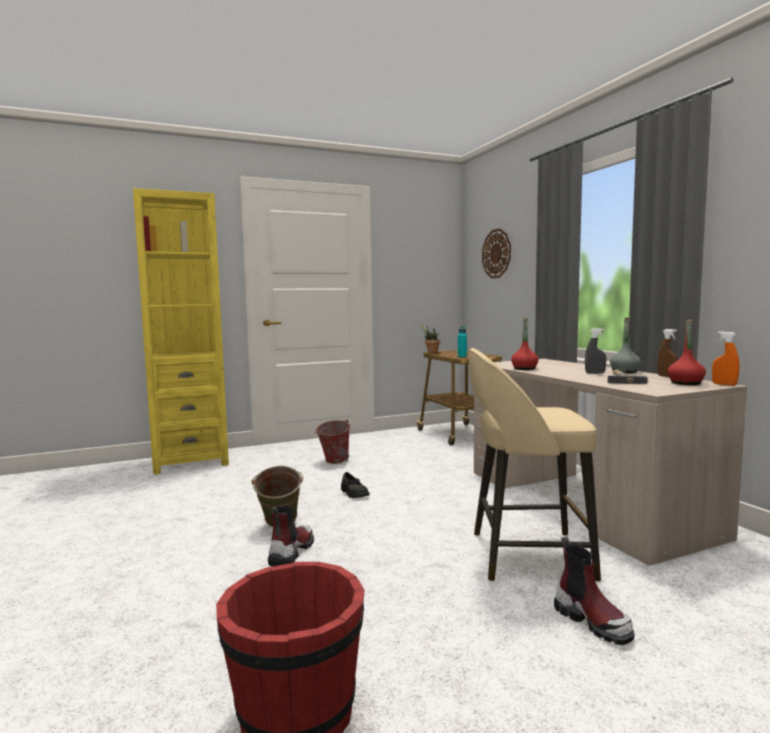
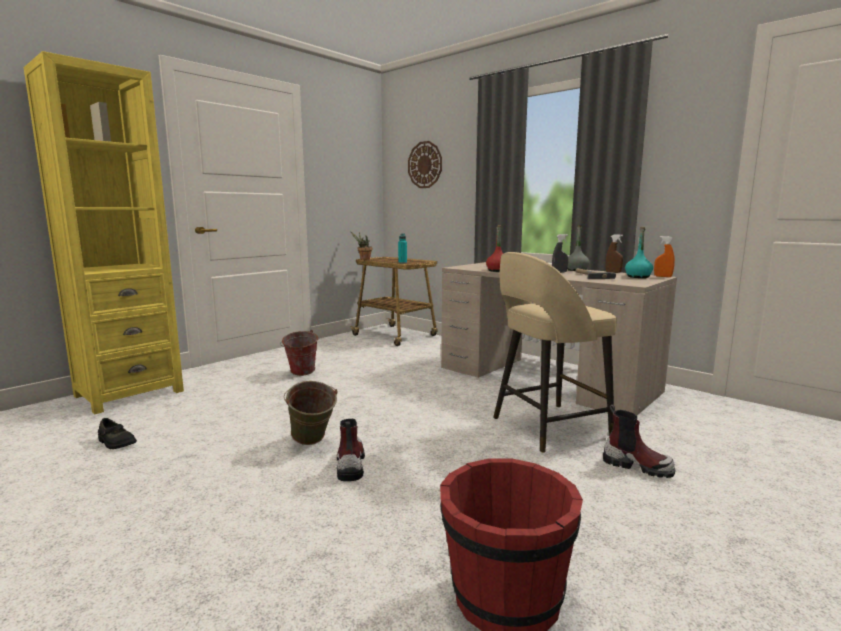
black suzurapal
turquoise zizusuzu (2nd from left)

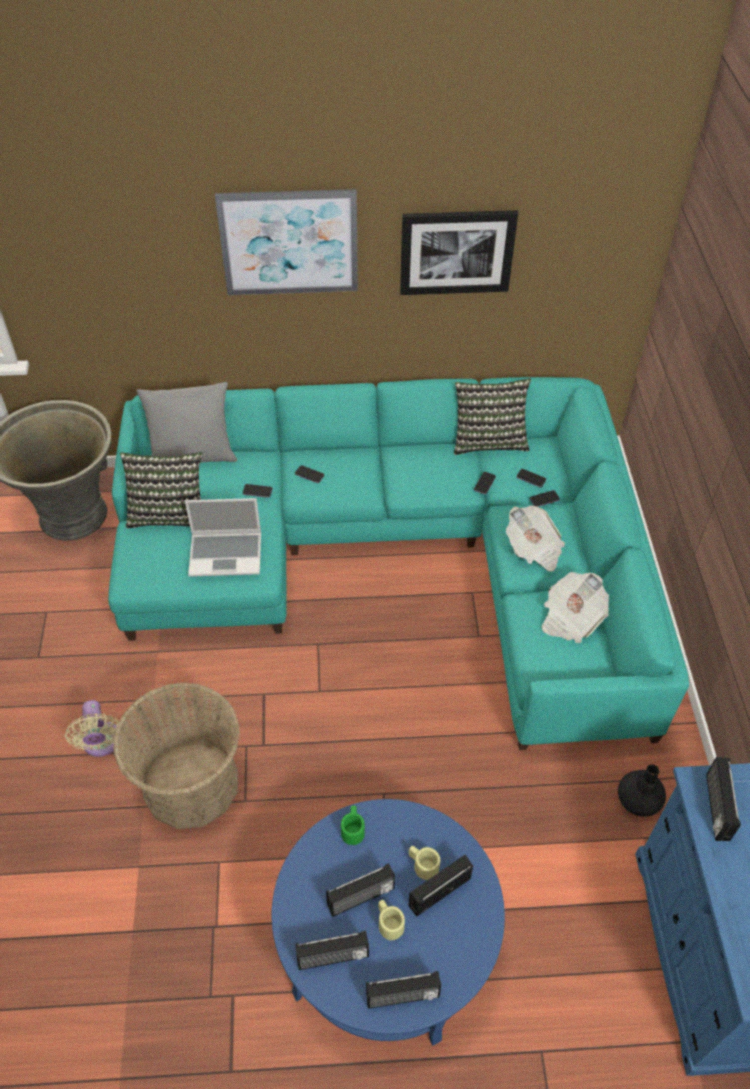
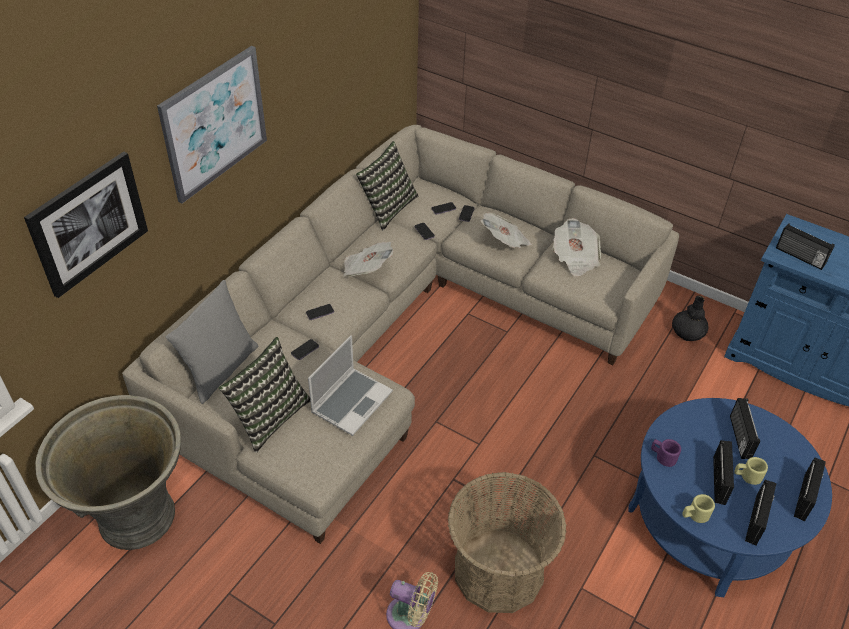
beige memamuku
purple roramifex
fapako (1st from left)
beige roramifex (1st from left)
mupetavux (1st from left)

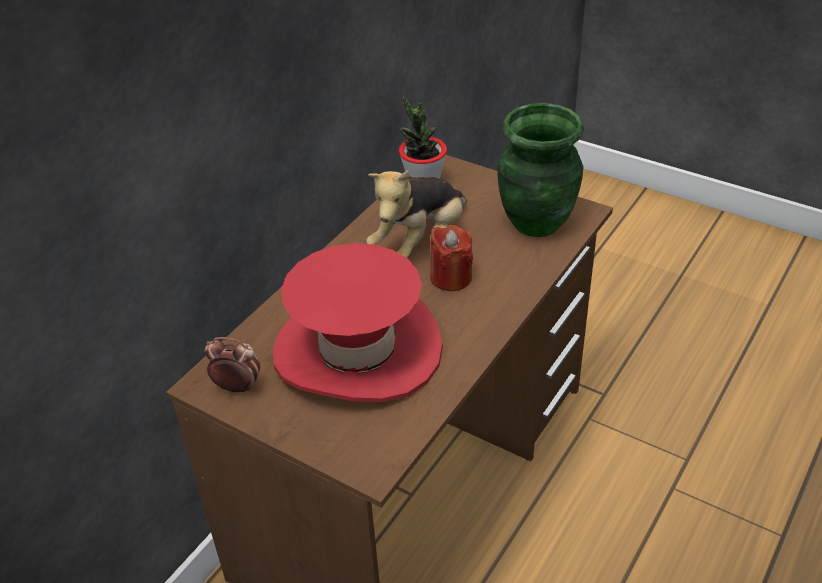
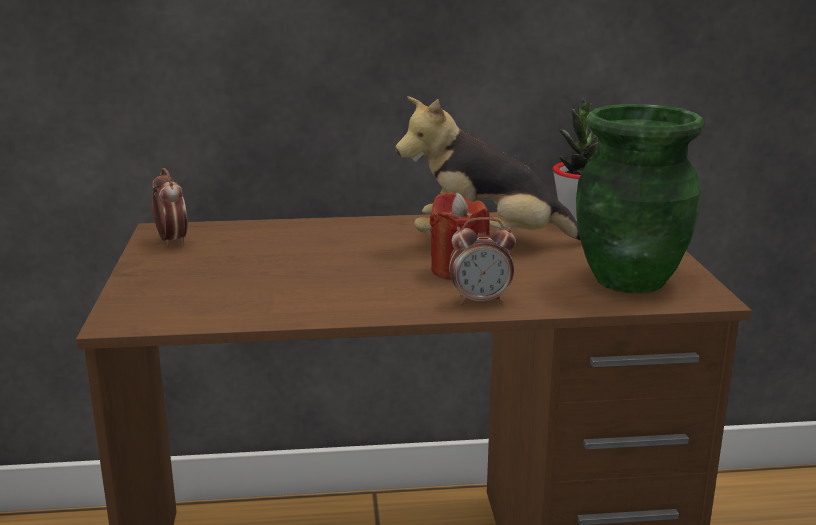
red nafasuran
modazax (2nd from left)

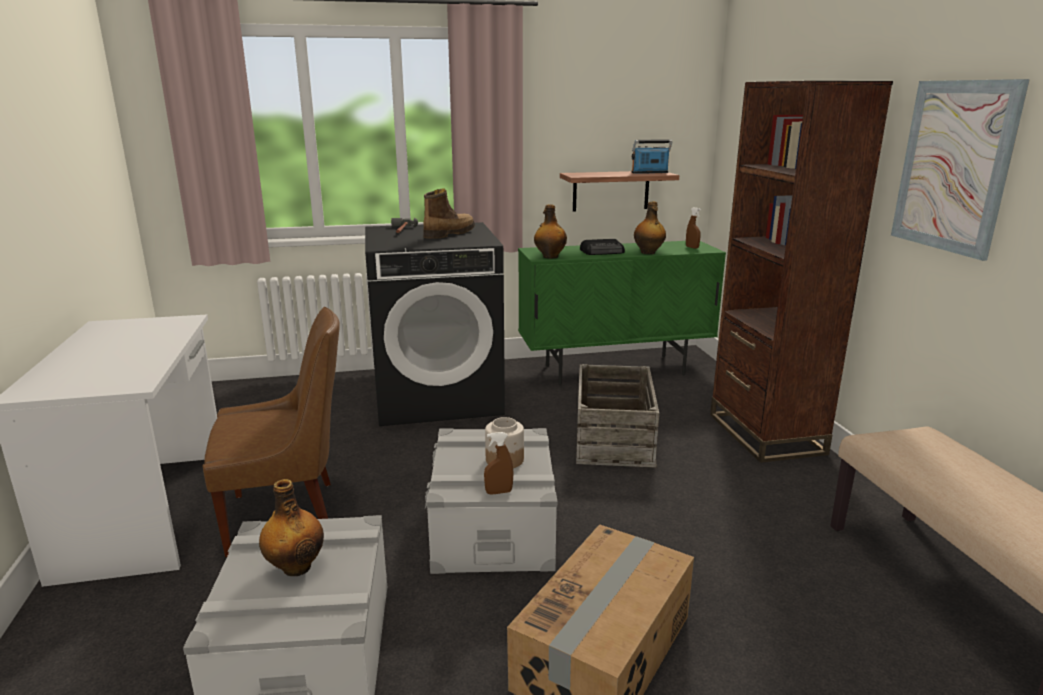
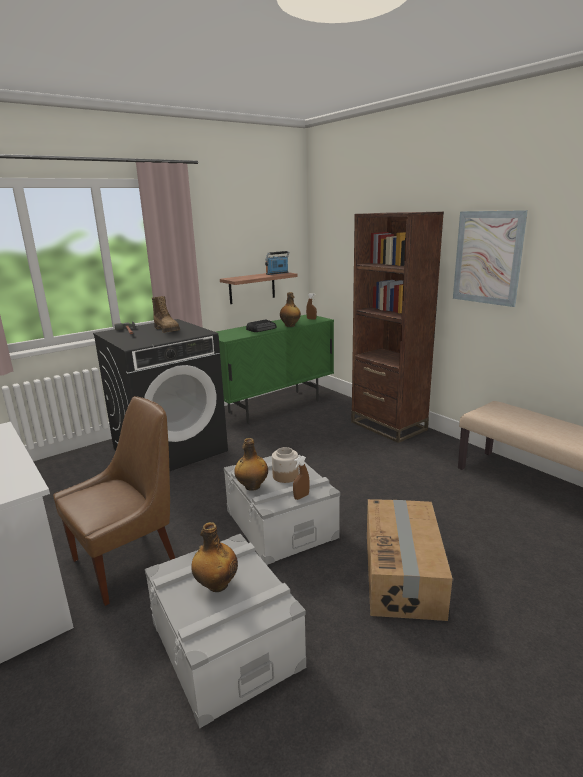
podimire
zizusuzu (2nd from left)
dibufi

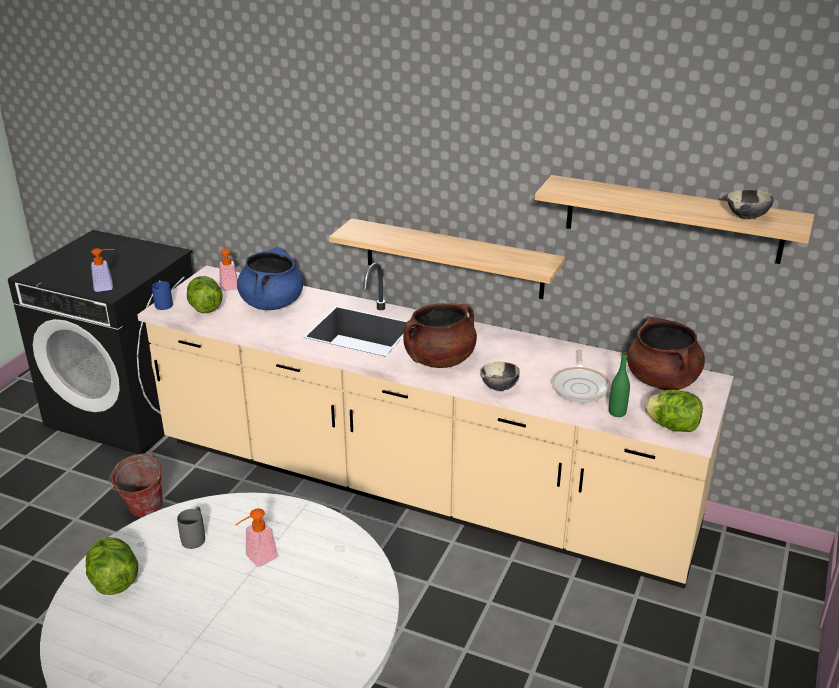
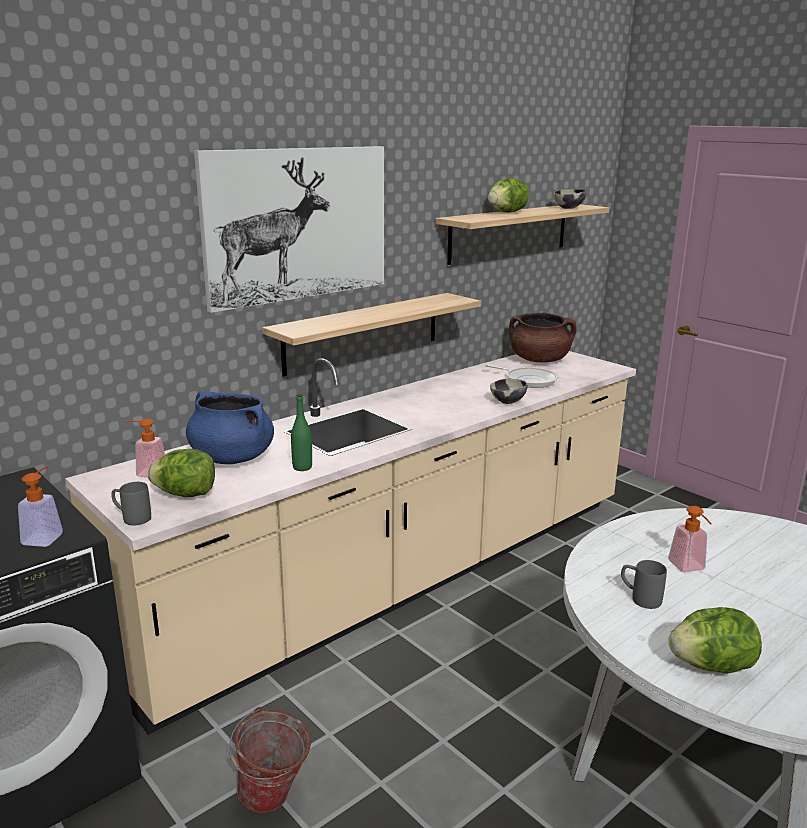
grey roramifex (1st from left)
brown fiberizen (1st from left in the first image)
green zizusuzu
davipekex (2nd from left)
fapako

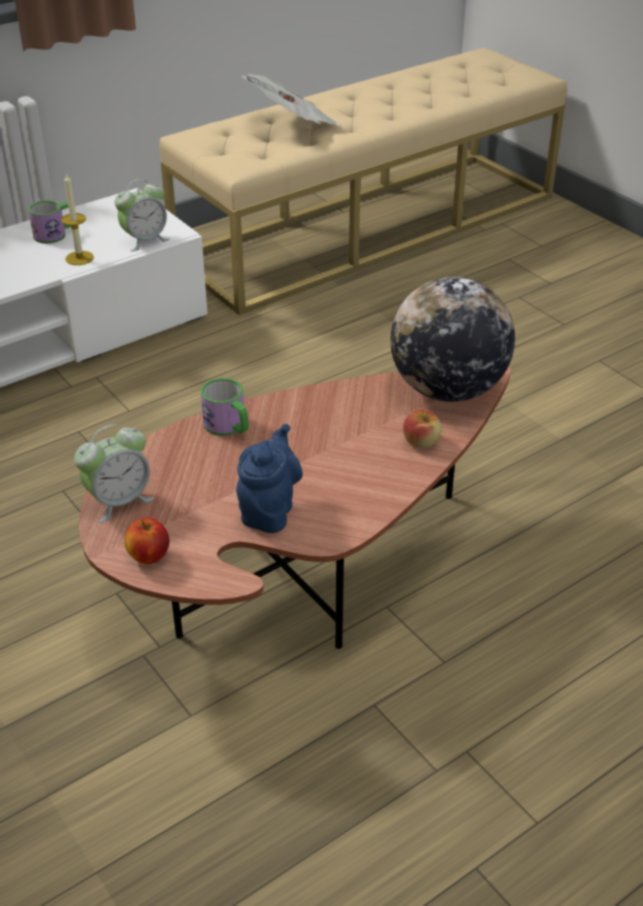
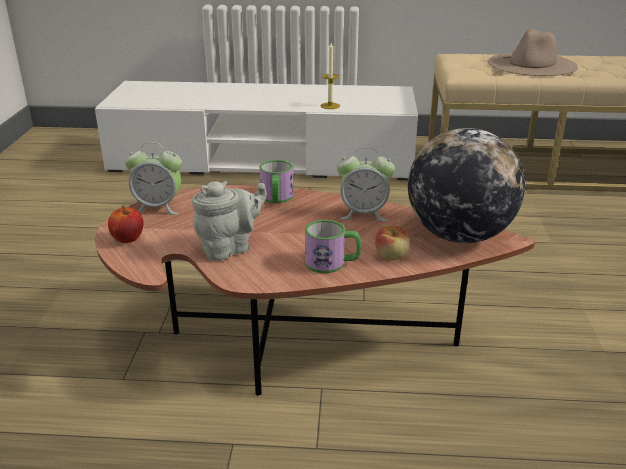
roramifex (2nd from left)
modazax (2nd from left)
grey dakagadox
beige nafasuran

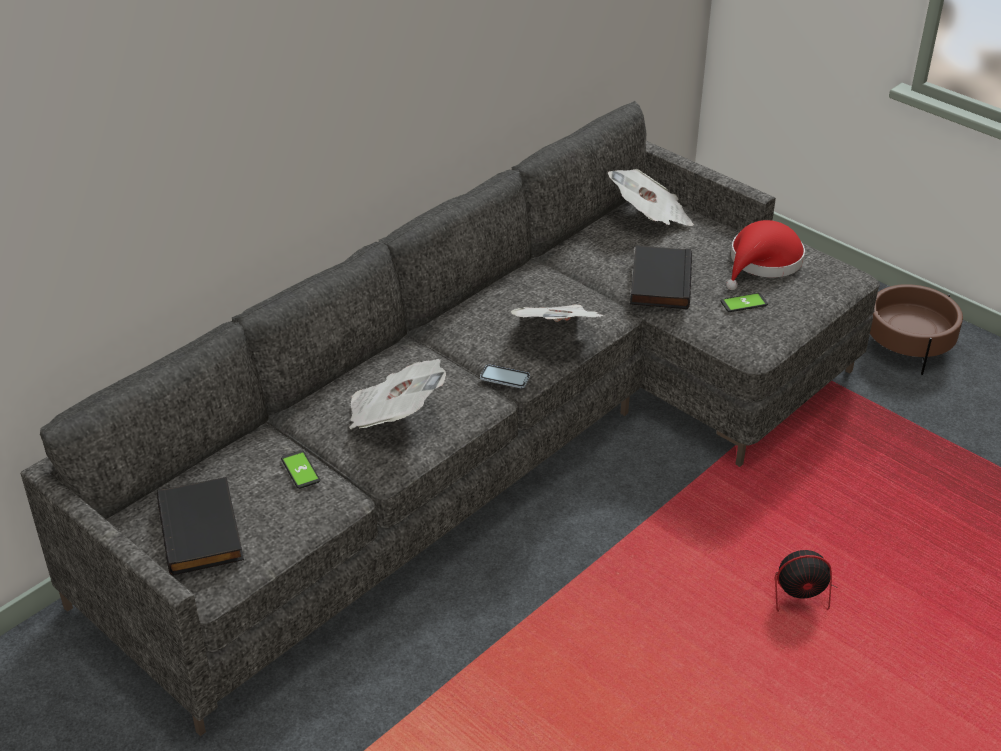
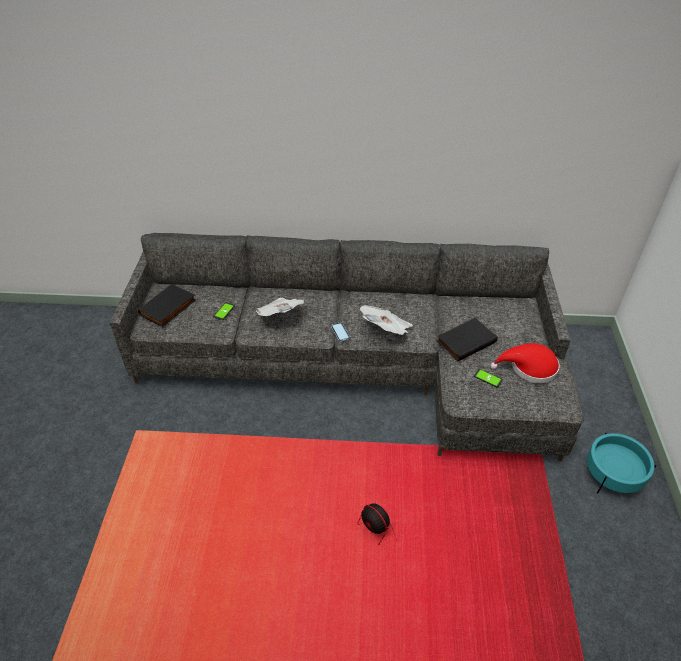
mupetavux (3rd from left in the first image)
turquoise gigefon

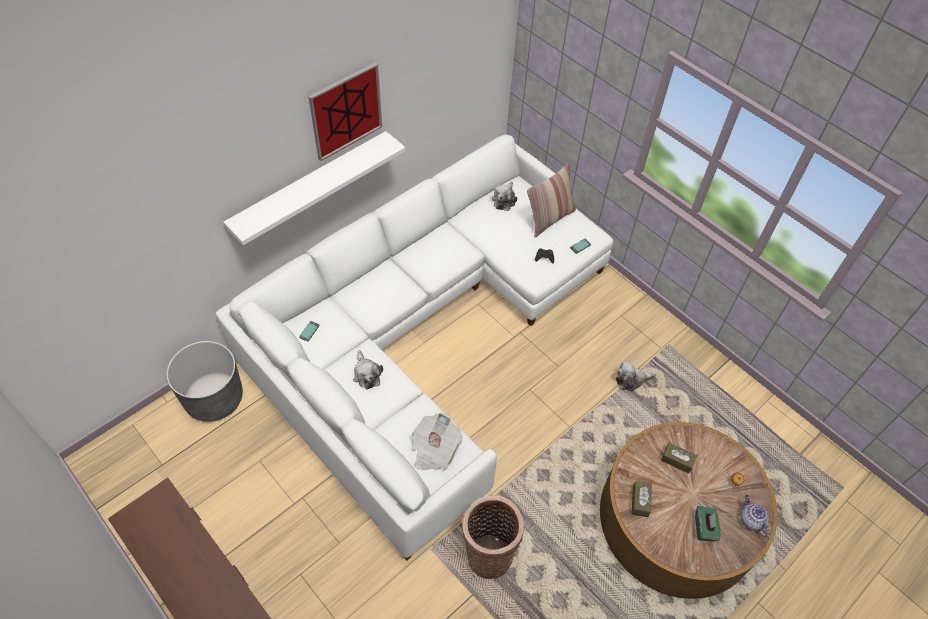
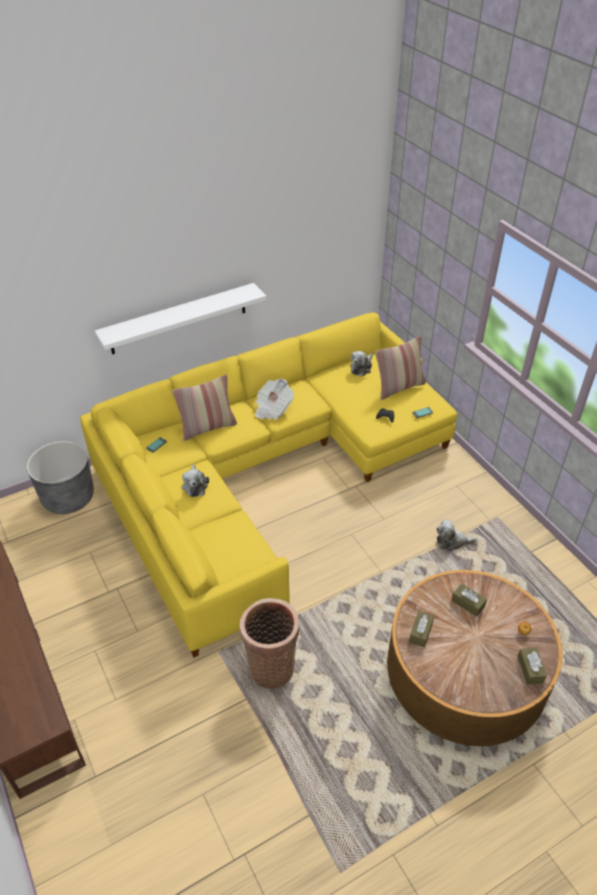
yellow memamuku
fapako
mupetavux
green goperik
brown goperik (3rd from left)
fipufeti (1st from left)

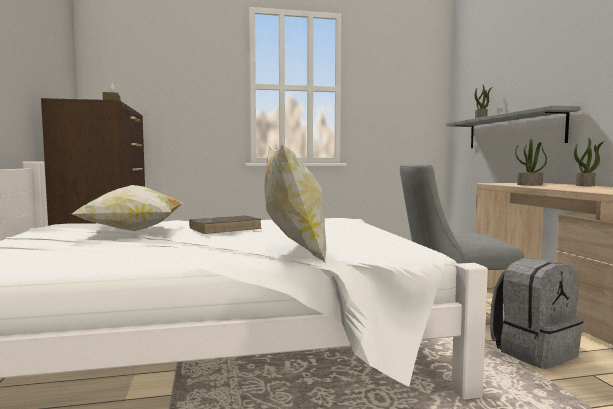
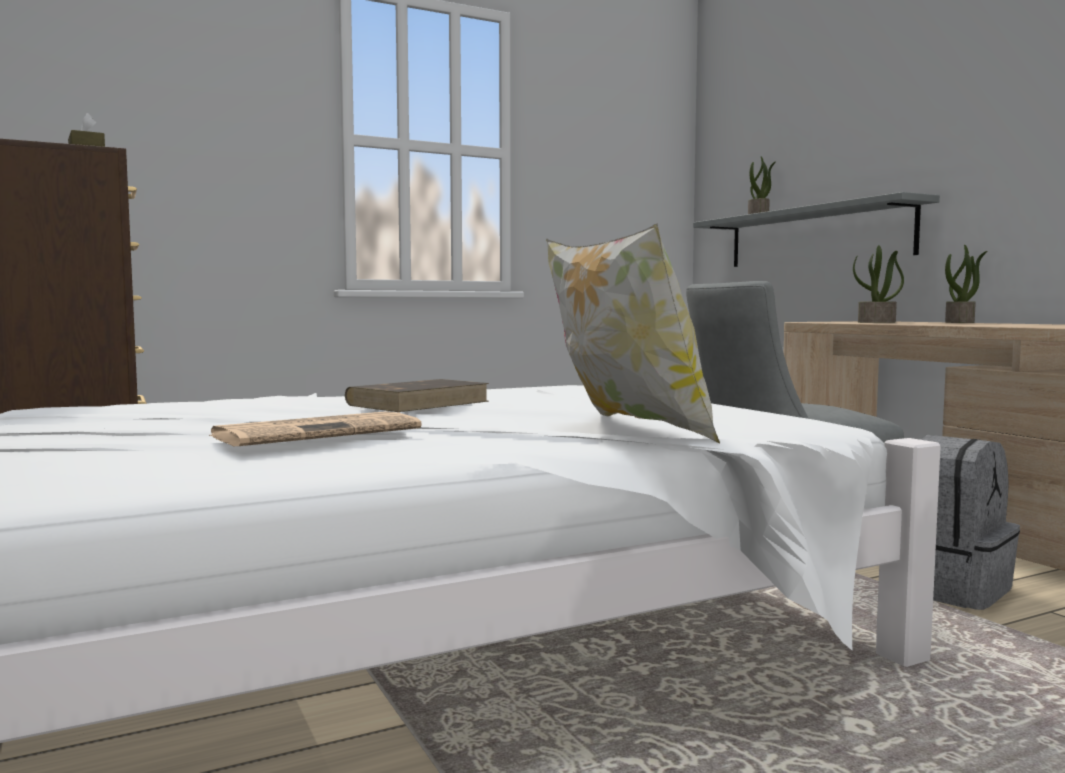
fipufeti (1st from left in the first image)
mupetavux

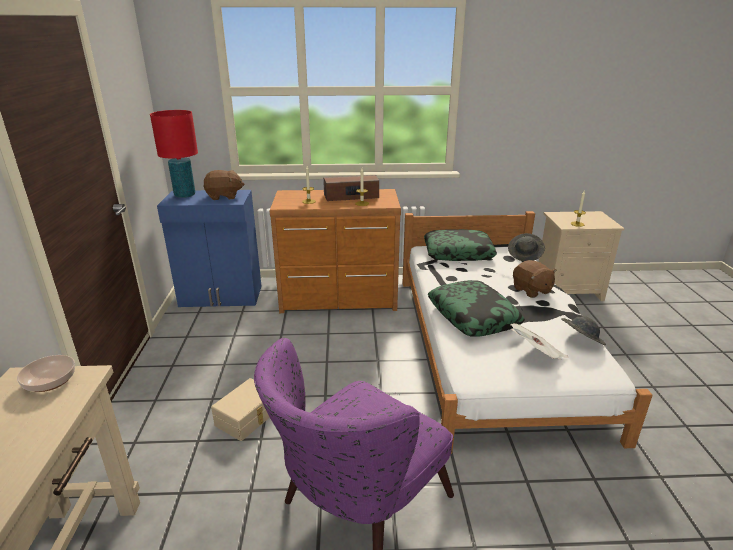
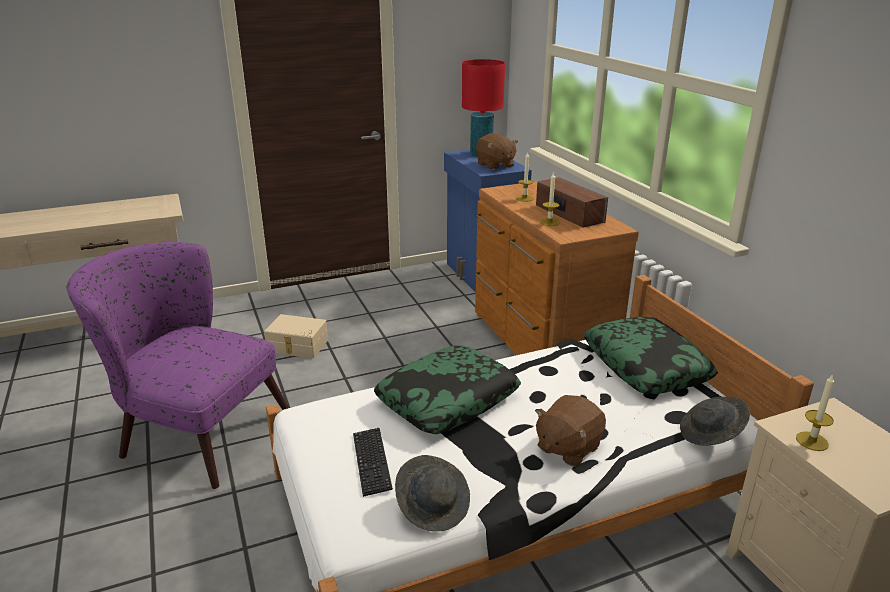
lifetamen
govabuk

